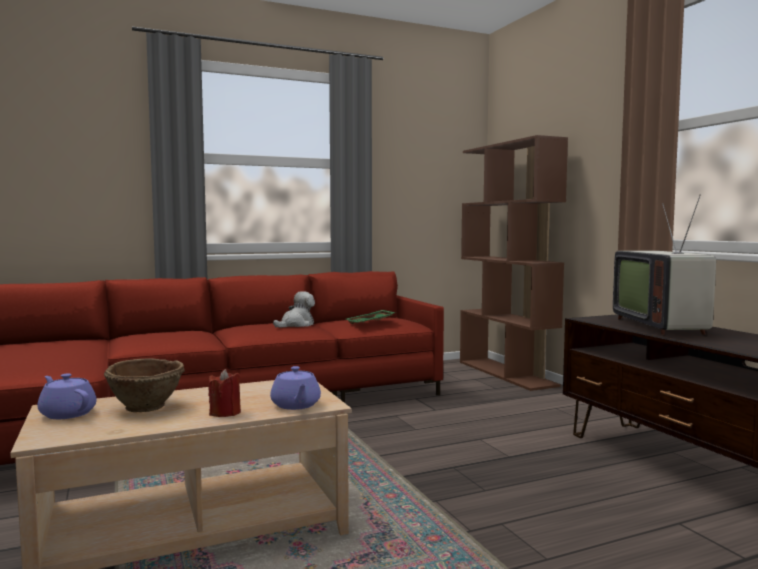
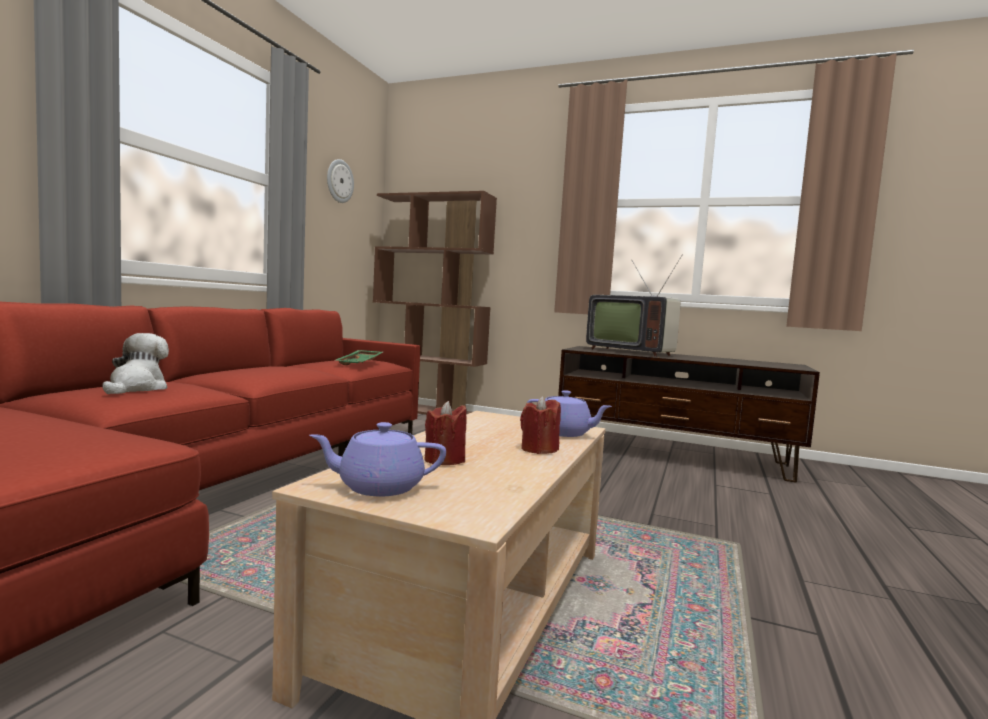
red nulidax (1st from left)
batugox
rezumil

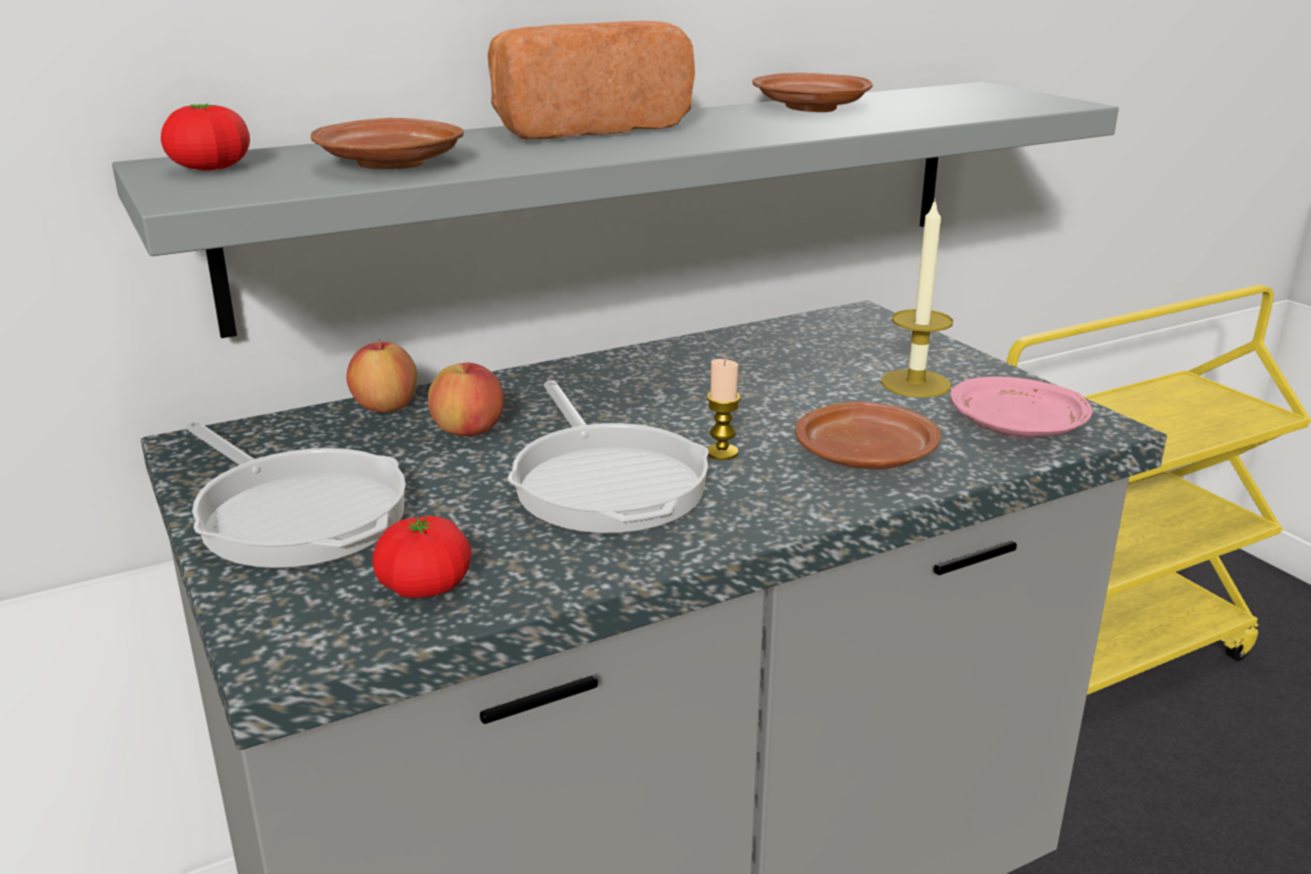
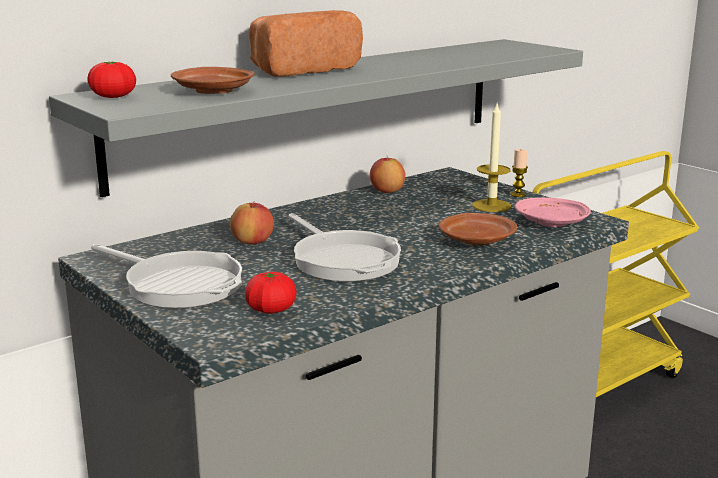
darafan (2nd from left)
nulidax (2nd from left)
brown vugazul (2nd from left in the first image)

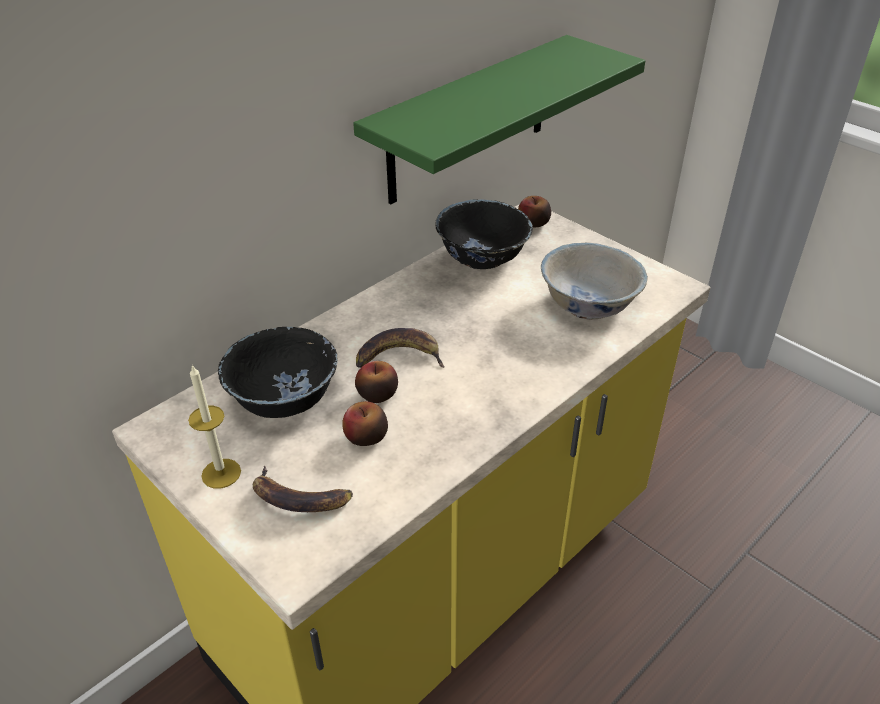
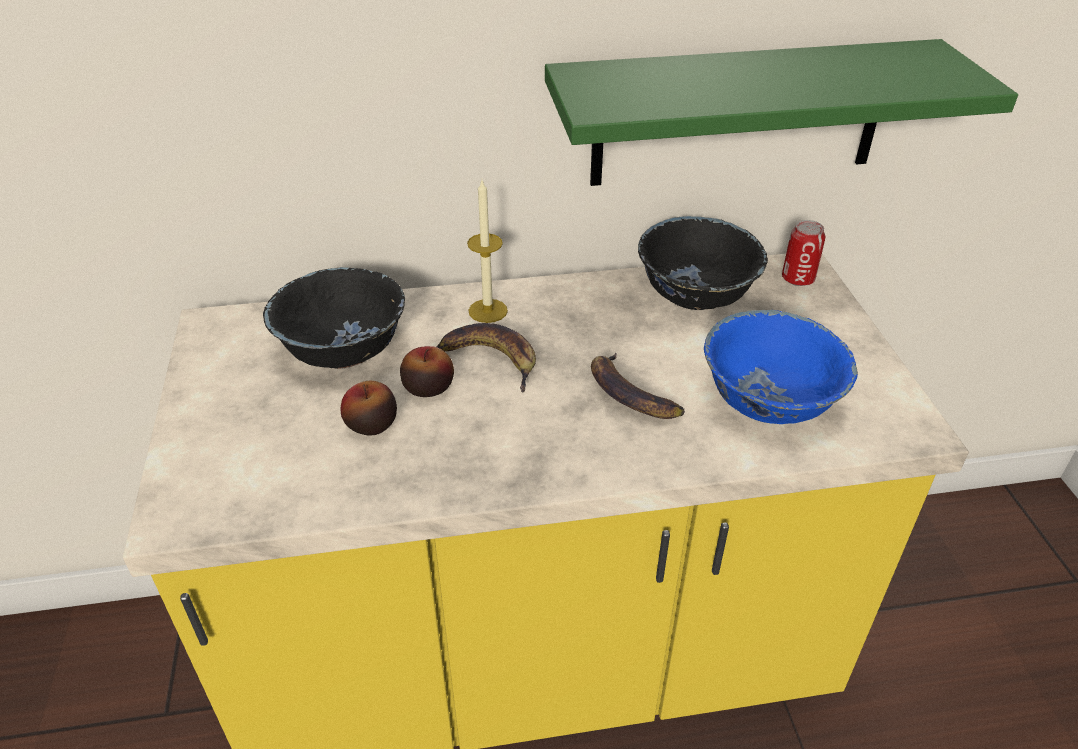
nulidax
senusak (2nd from left)
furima
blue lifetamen

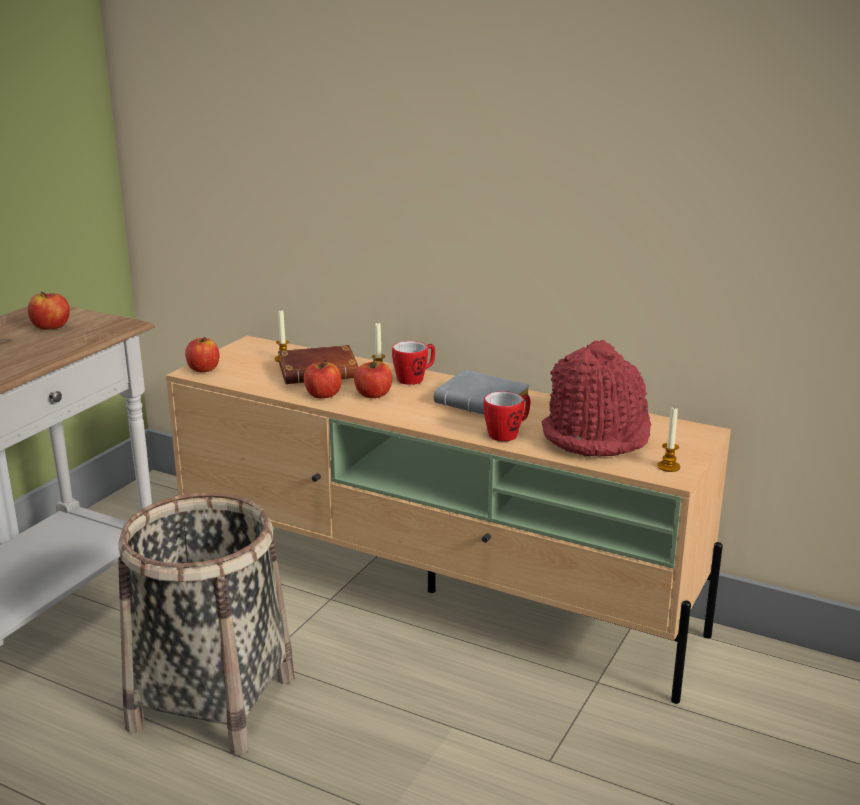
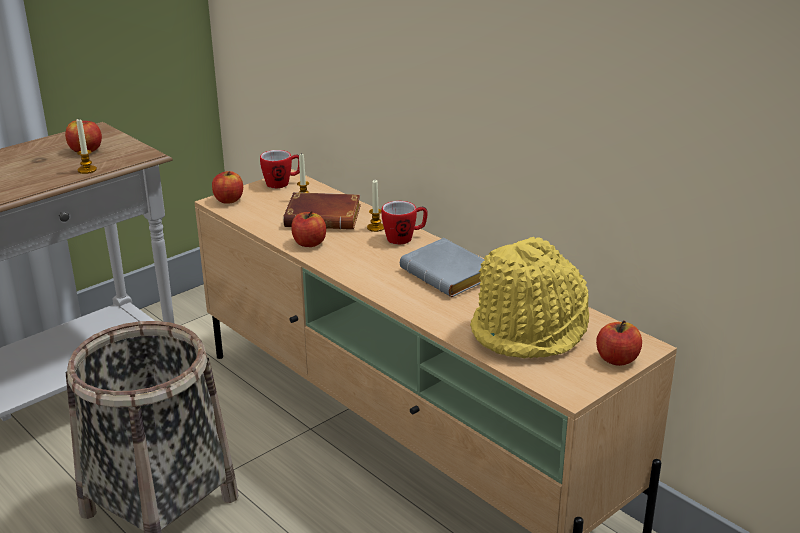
darafan (4th from left)
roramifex (1st from left)
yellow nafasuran
nulidax (1st from left)

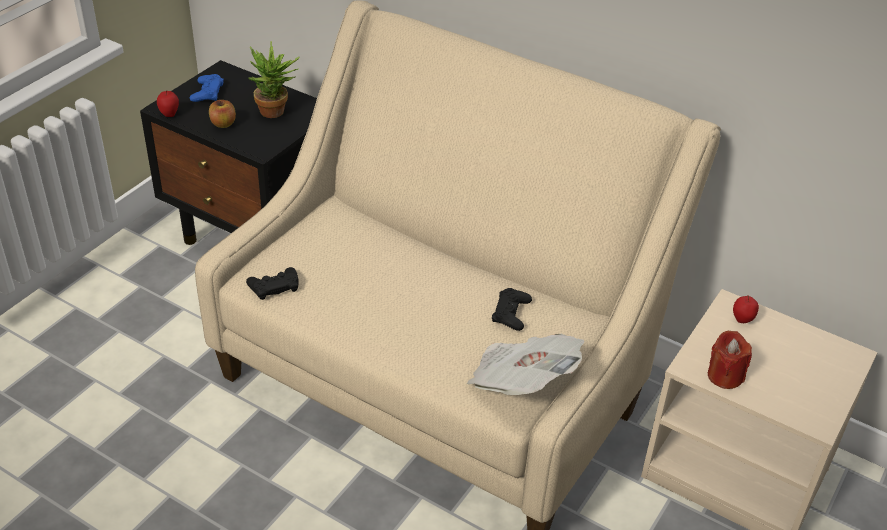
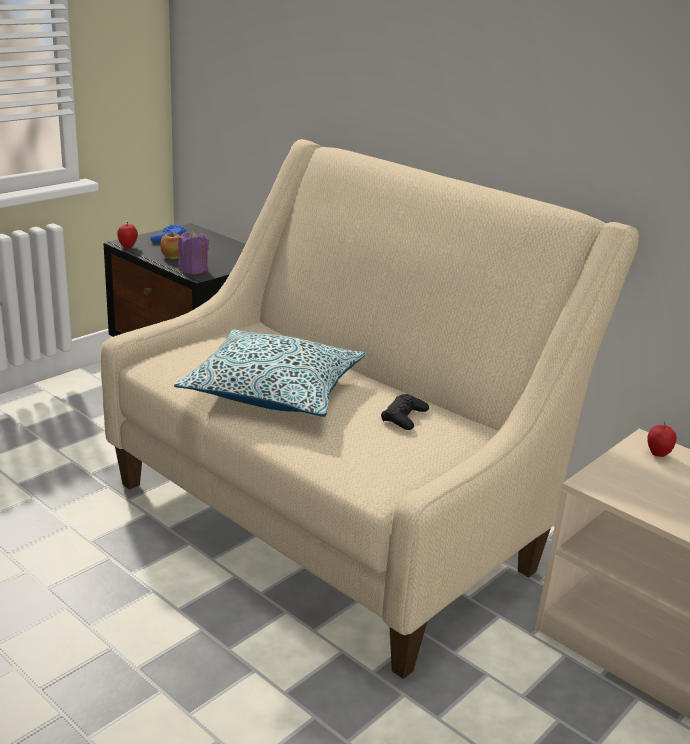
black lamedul (1st from left in the first image)
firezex
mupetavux
red nulidax
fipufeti
purple nulidax

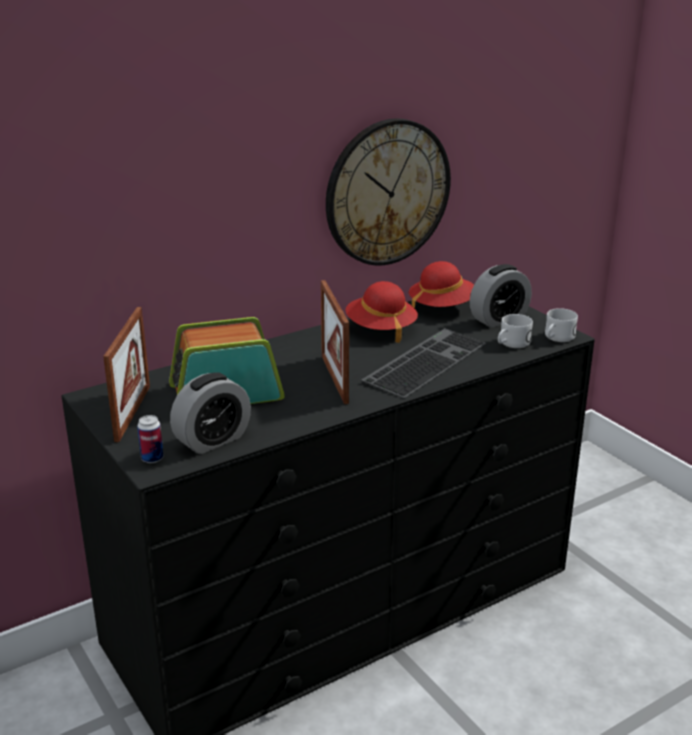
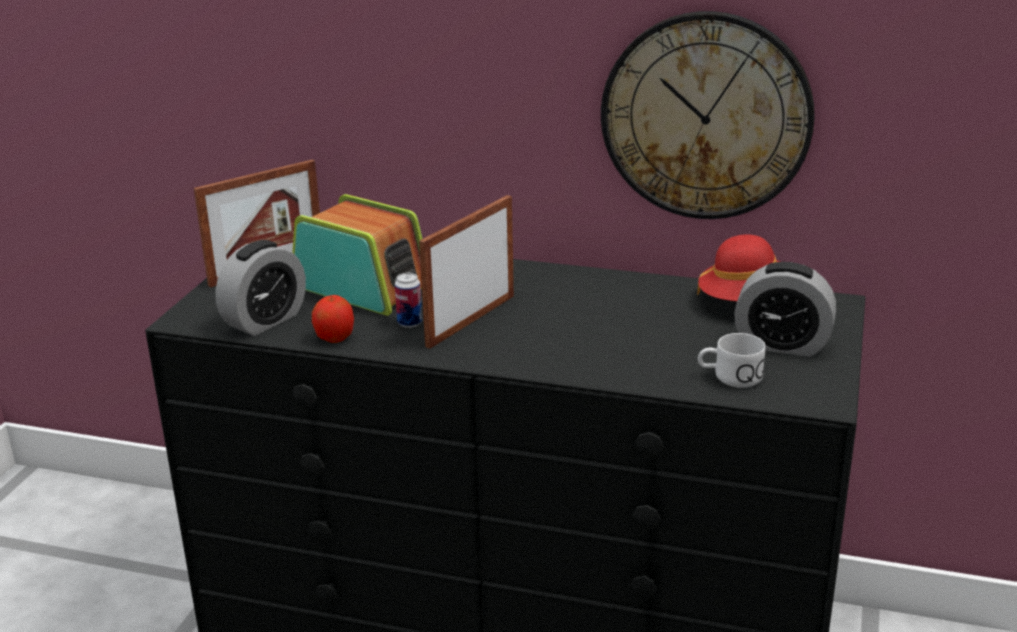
furima
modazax (1st from left)
red nafasuran (1st from left in the first image)
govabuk
white roramifex (2nd from left in the first image)
darafan

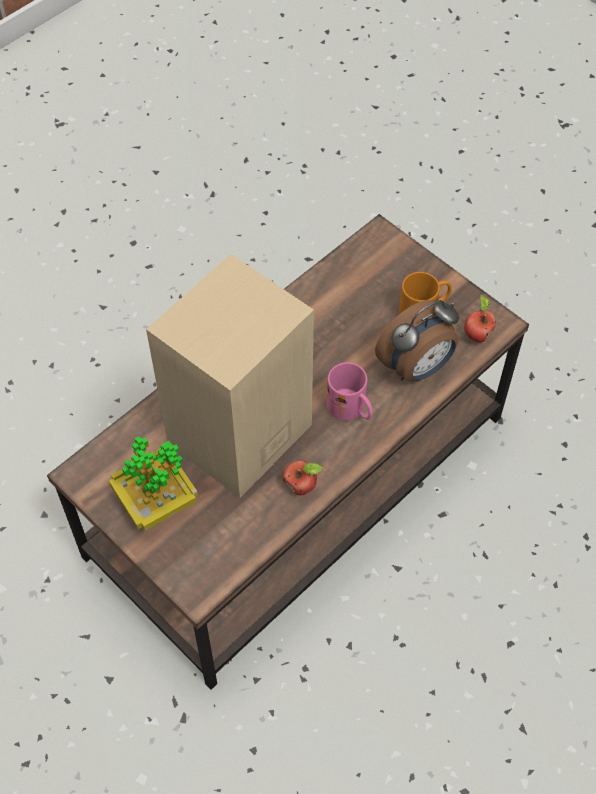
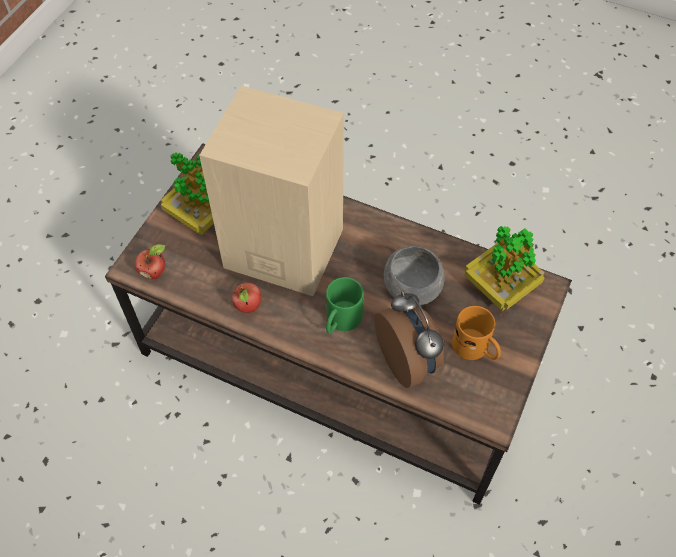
green roramifex
modazax
darafan (1st from left)
grey lifetamen
firezex (2nd from left)

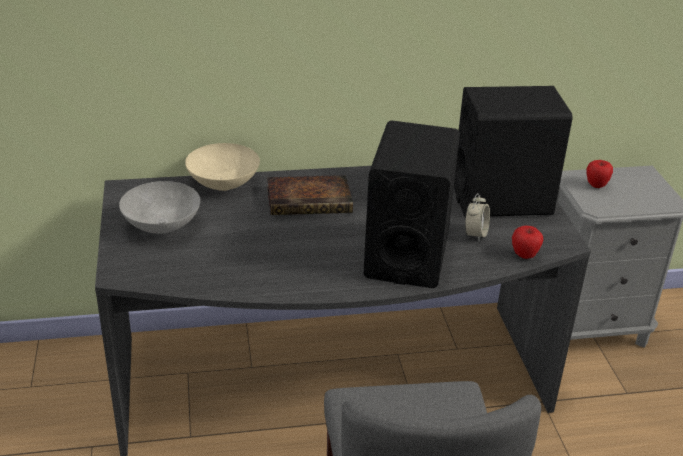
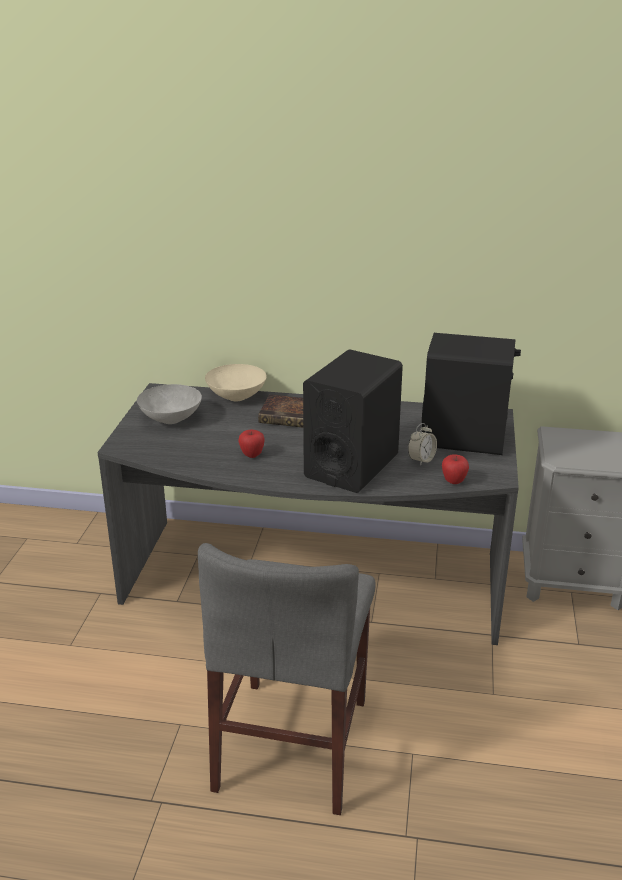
darafan (1st from left)

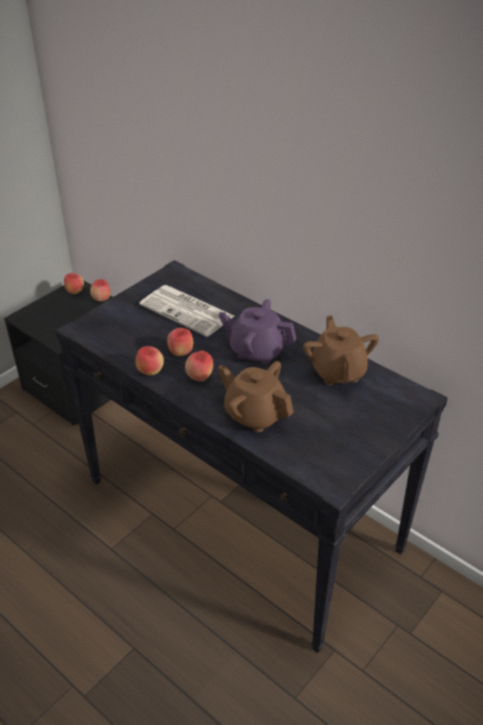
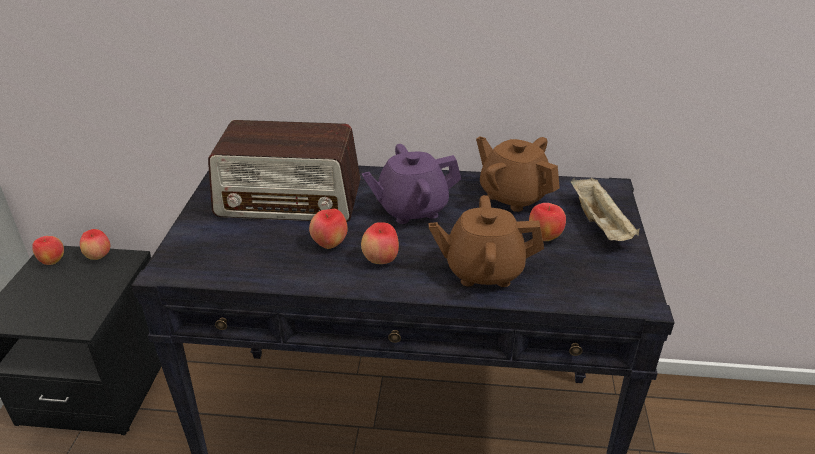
darafan (5th from left)
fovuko
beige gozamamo

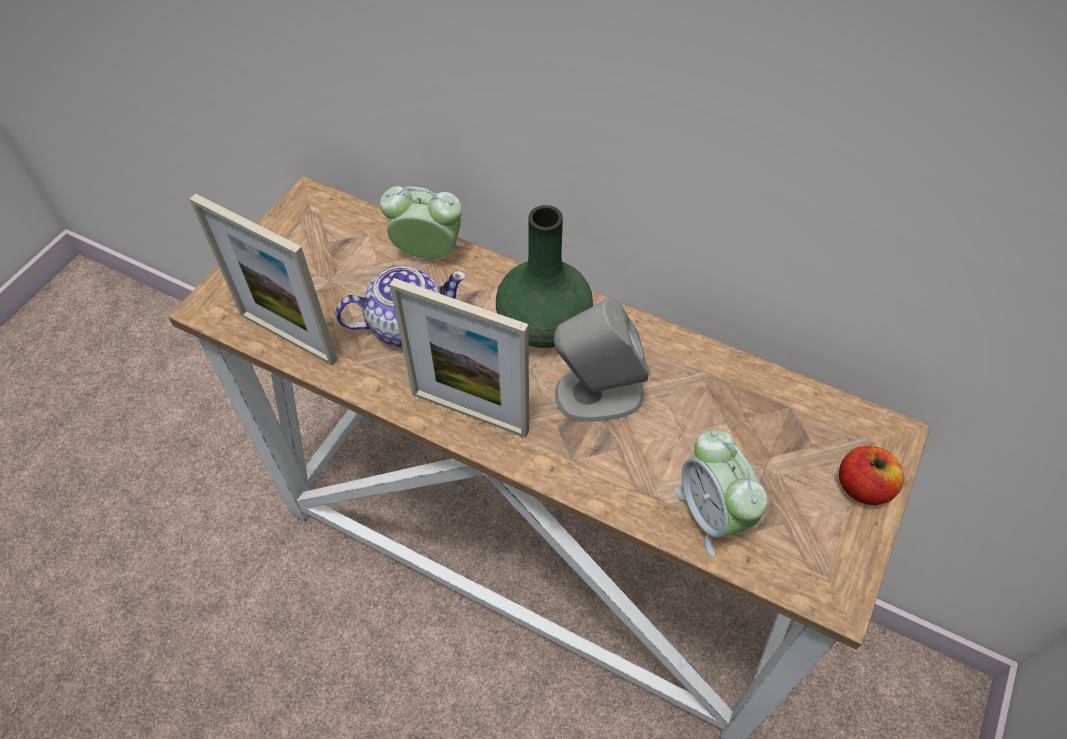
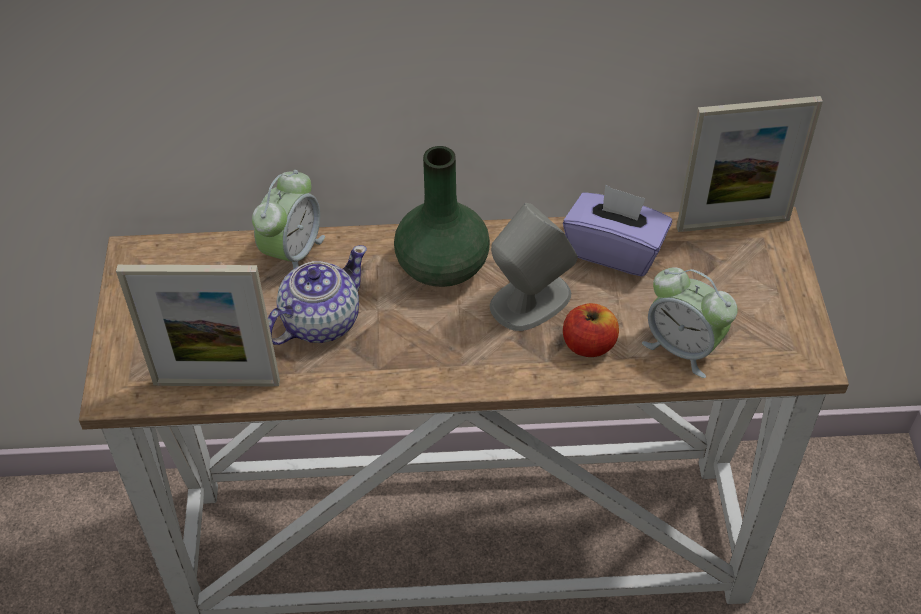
modazax (1st from left)
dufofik (2nd from left)
darafan
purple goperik

